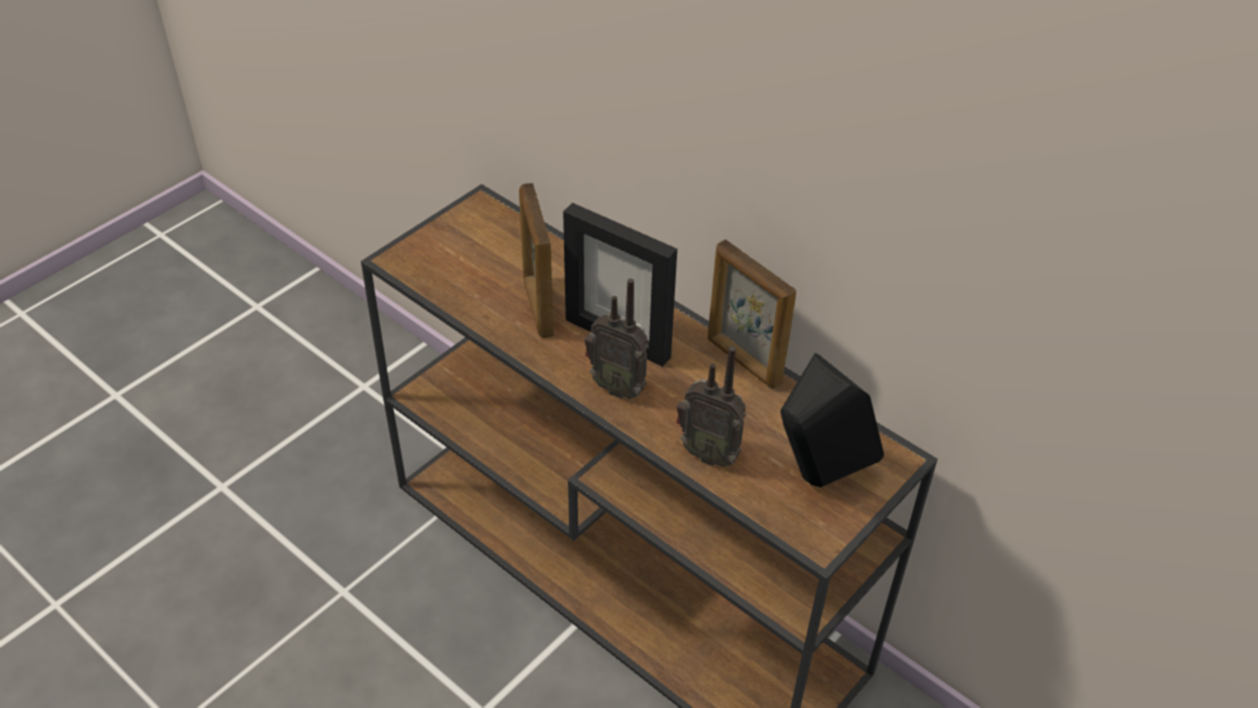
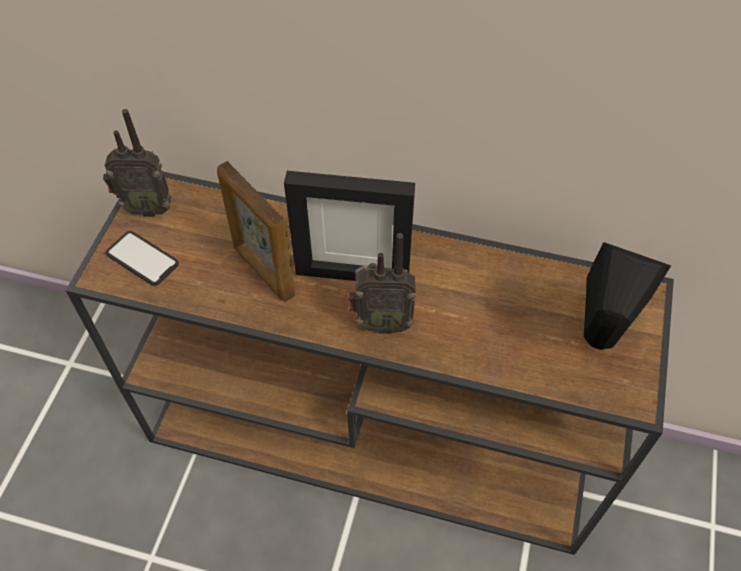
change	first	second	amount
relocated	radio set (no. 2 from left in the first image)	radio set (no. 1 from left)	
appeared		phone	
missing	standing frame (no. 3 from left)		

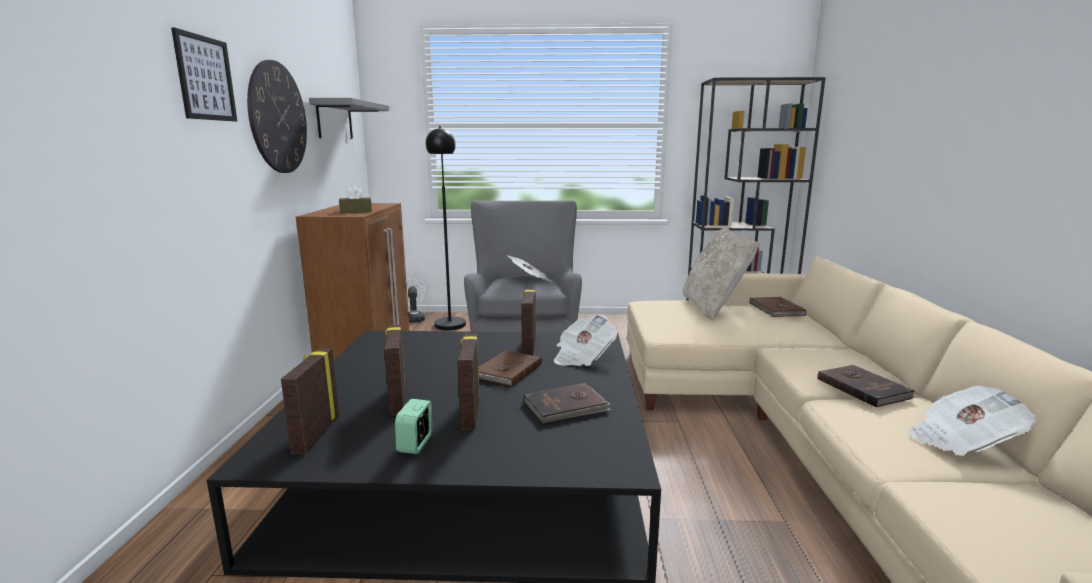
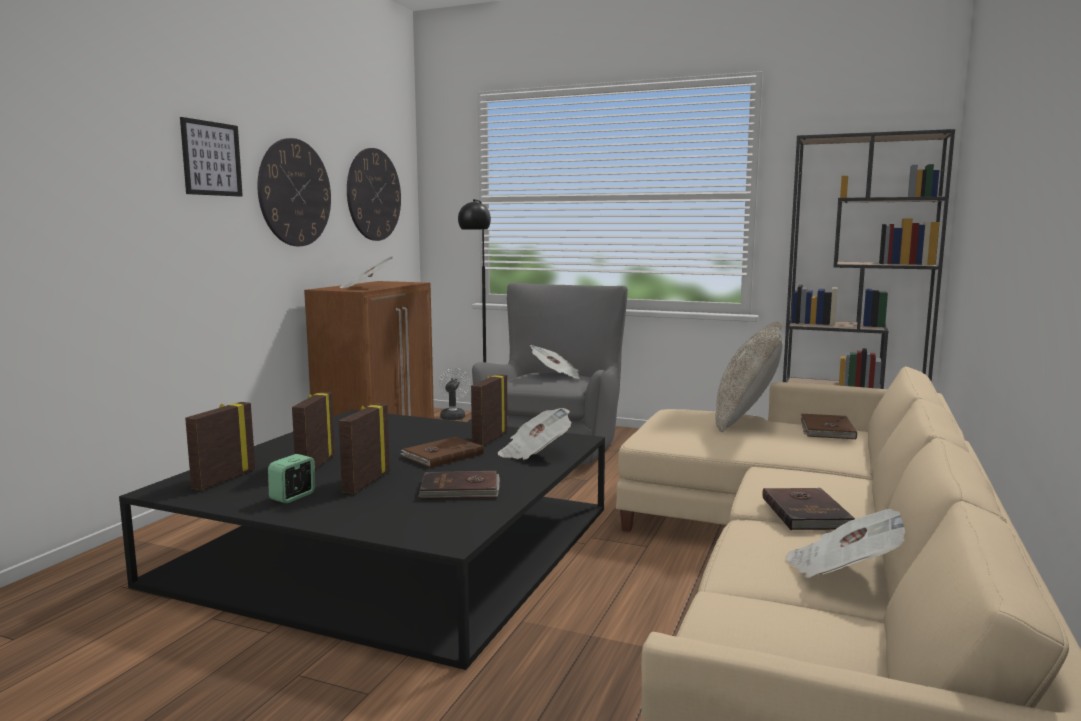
change	first	second	amount
exchanged	brown tissue holder	newspaper (no. 1 from left)	
exchanged	gray wall shelf	hanging clock (no. 2 from left)	

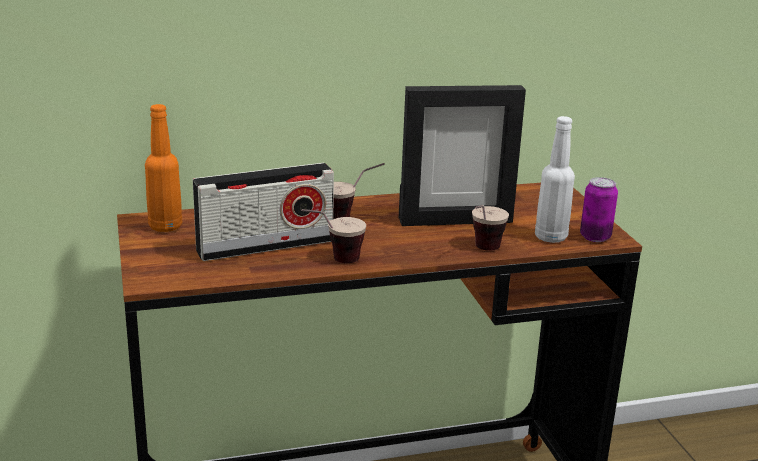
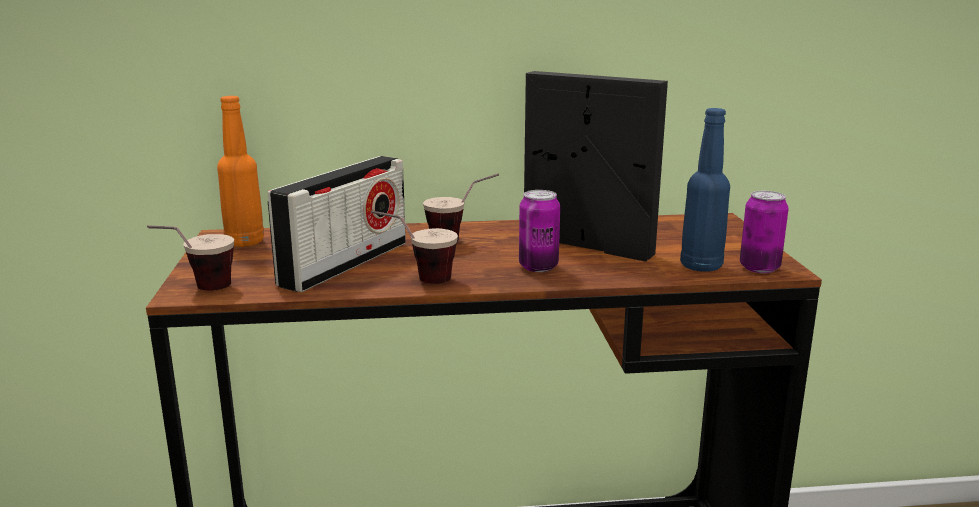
change	first	second	amount
relocated	drinking cup (no. 3 from left in the first image)	drinking cup (no. 1 from left)	
spun	radio set		45 degrees counterclockwise
appeared		metal can (no. 1 from left)	
spun	standing frame		150 degrees counterclockwise
colour	whitish drink bottle	bluish drink bottle	

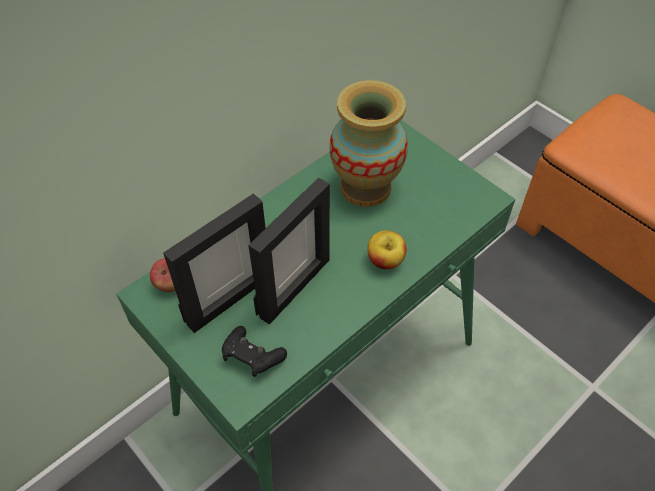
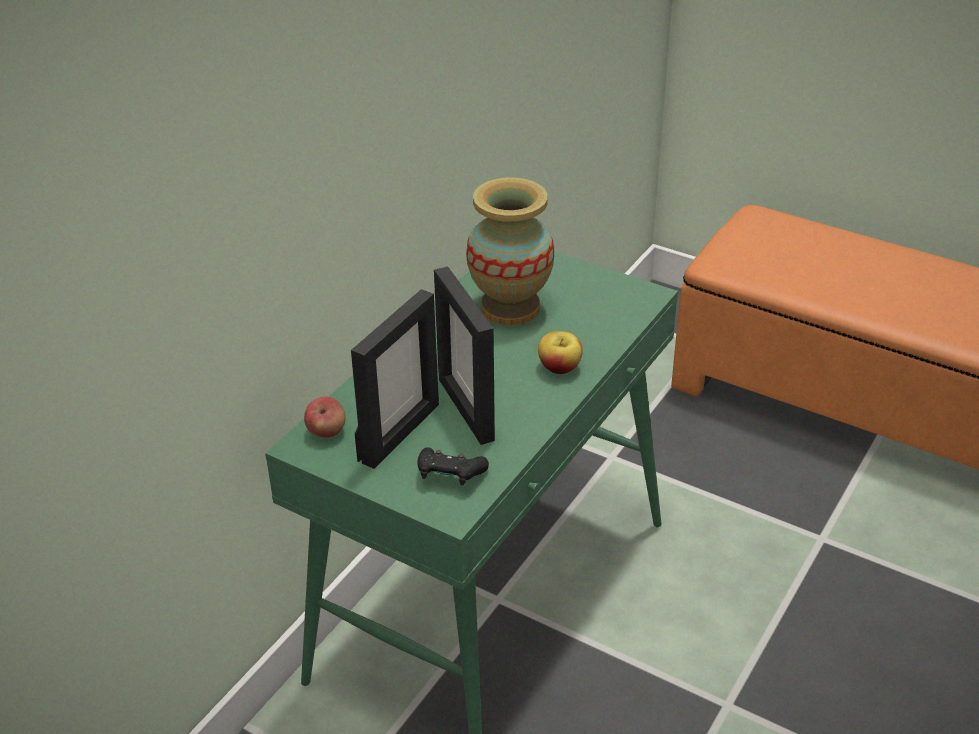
change	first	second	amount
spun	standing frame (no. 2 from left)		135 degrees clockwise

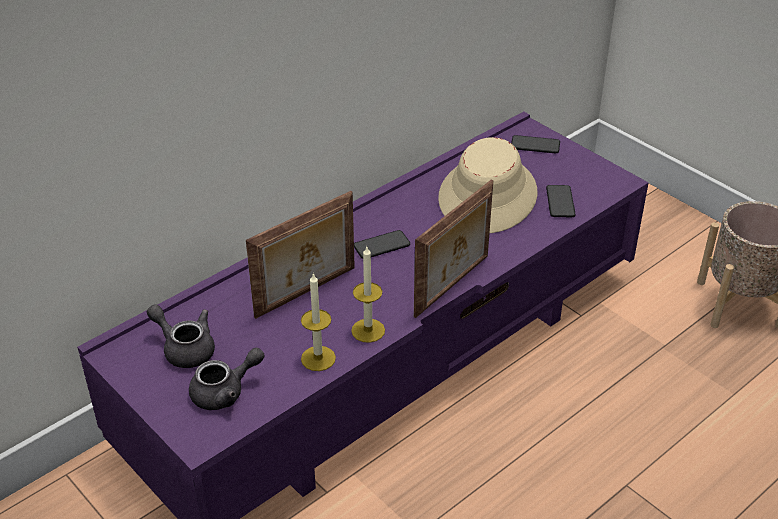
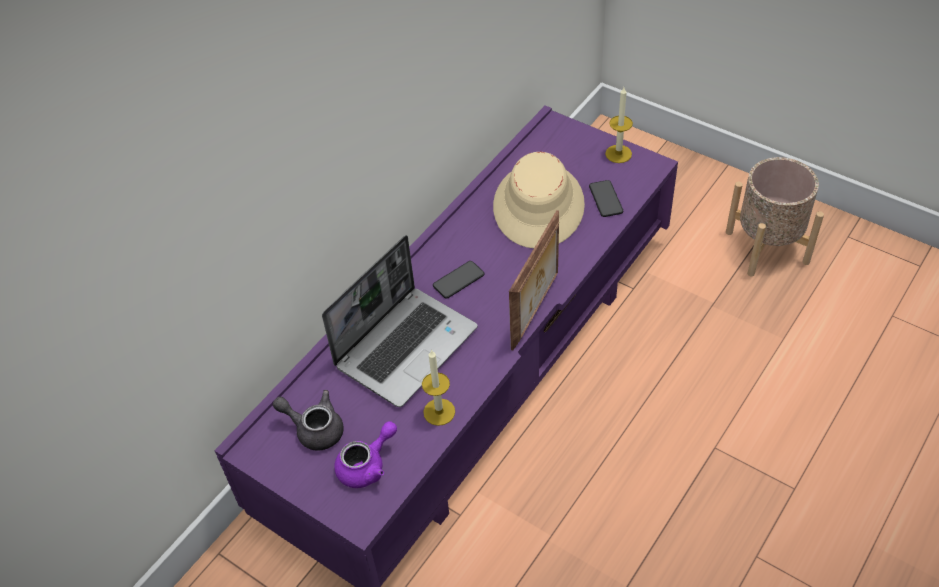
change	first	second	amount
exchanged	standing frame (no. 1 from left)	laptop	
colour	gray pot for tea (no. 2 from left)	purple-coloured pot for tea	
relocated	wax candle (no. 2 from left)		
missing	phone (no. 2 from left)		

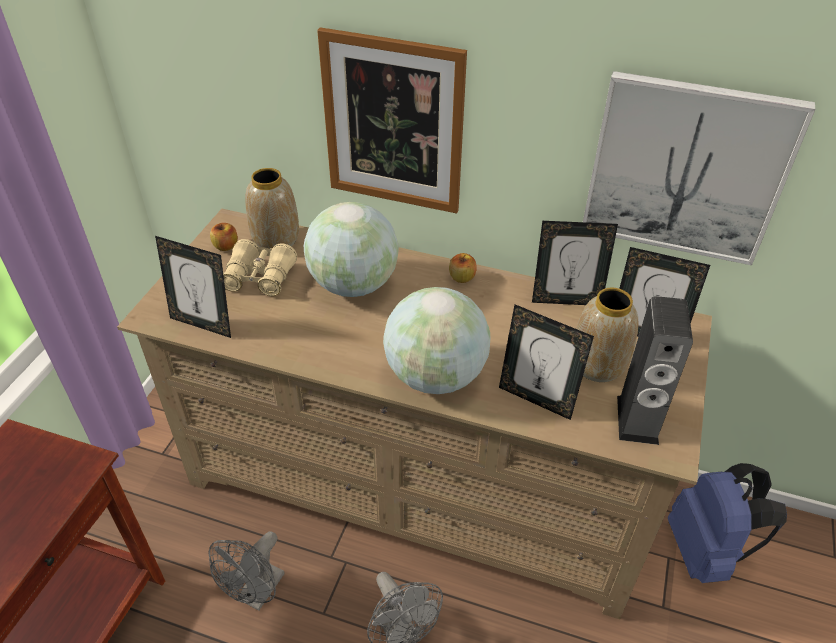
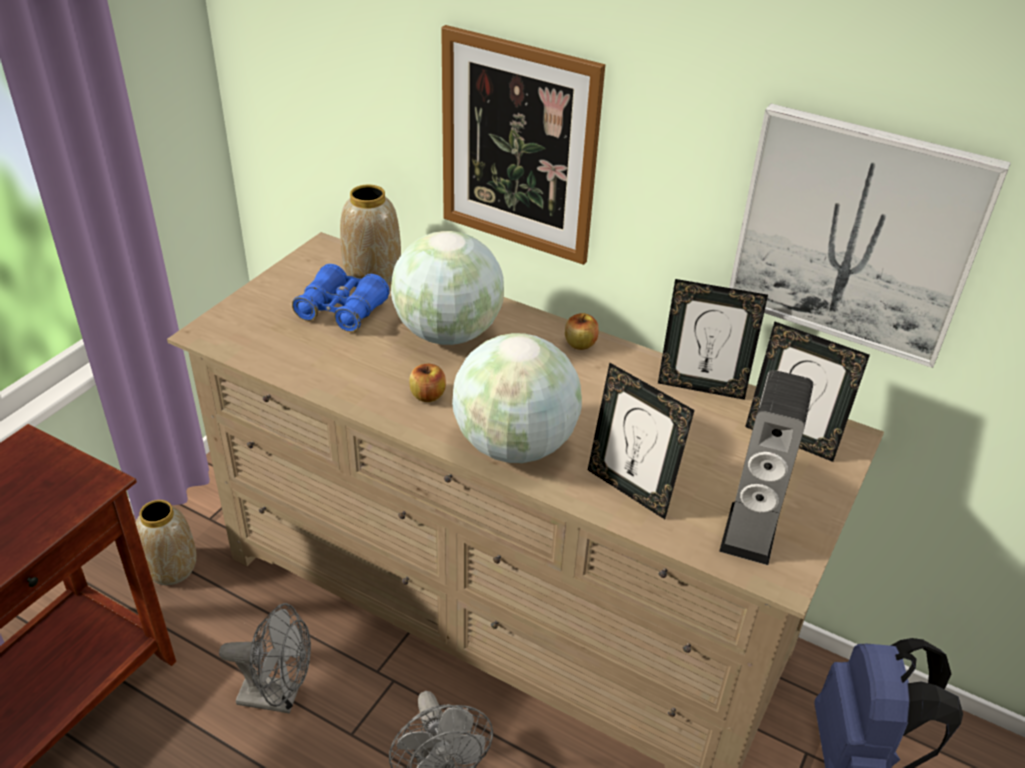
change	first	second	amount
relocated	vase (no. 2 from left in the first image)	vase (no. 1 from left)	
spun	gray cooling fan (no. 1 from left)		120 degrees counterclockwise
colour	beige-coloured field glasses	bluish field glasses	
relocated	apple (no. 1 from left)		
missing	standing frame (no. 1 from left)		

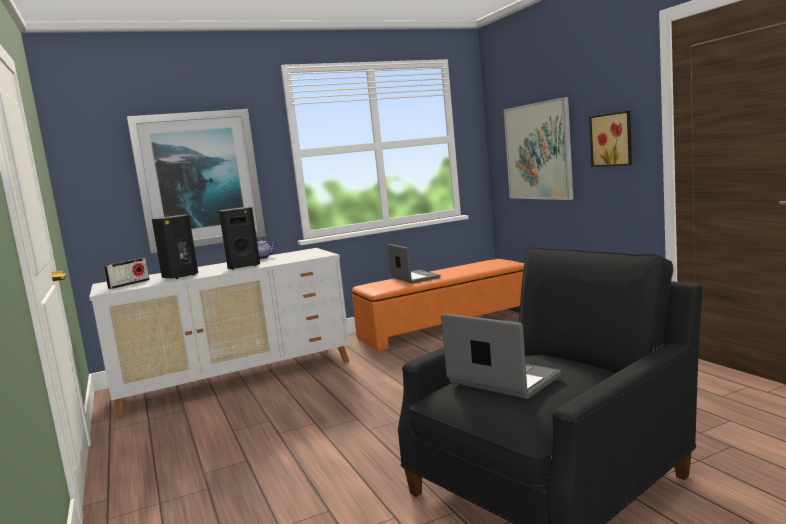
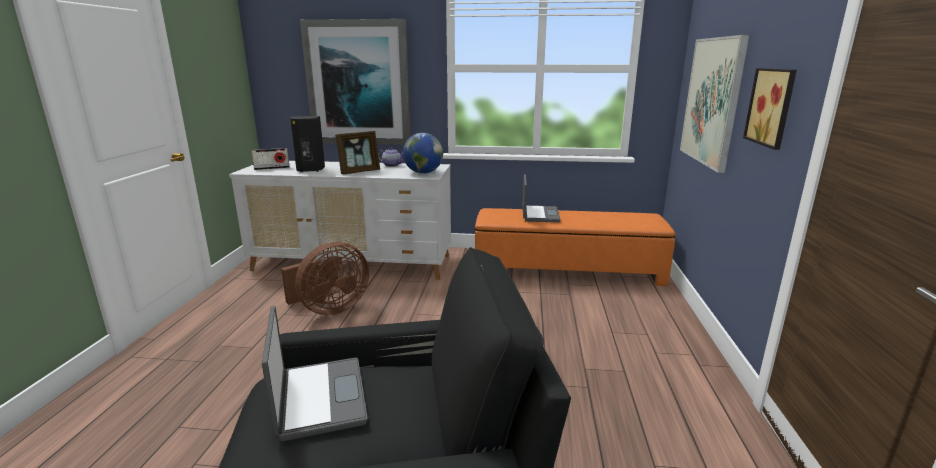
change	first	second	amount
appeared		brown cooling fan	
exchanged	black-coloured loudspeaker (no. 2 from left)	standing frame	
appeared		world globe	

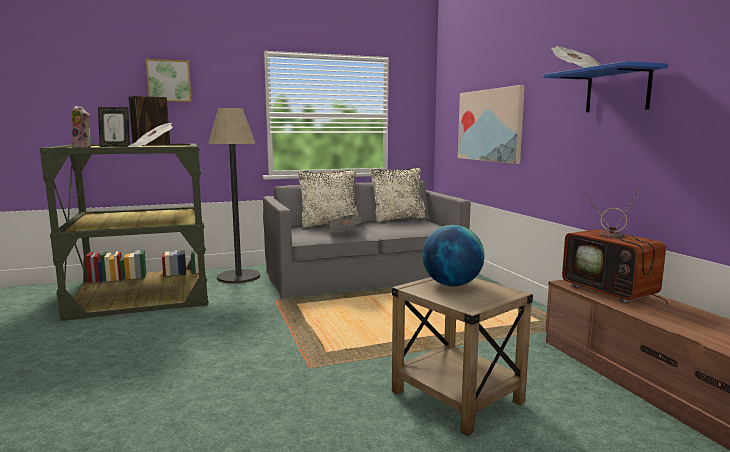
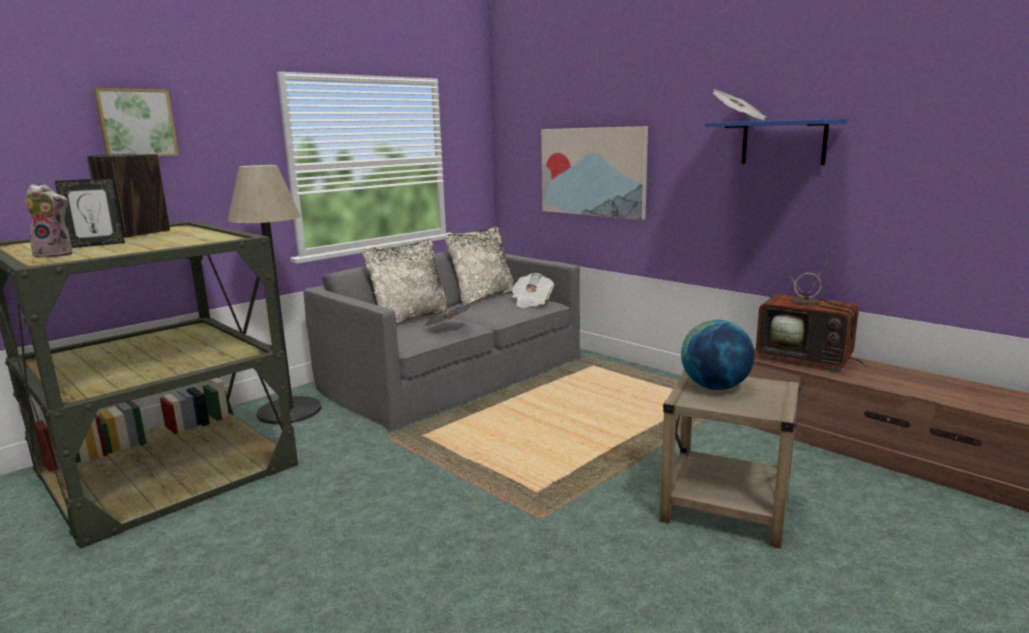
change	first	second	amount
relocated	newspaper (no. 1 from left in the first image)	newspaper (no. 2 from left)	

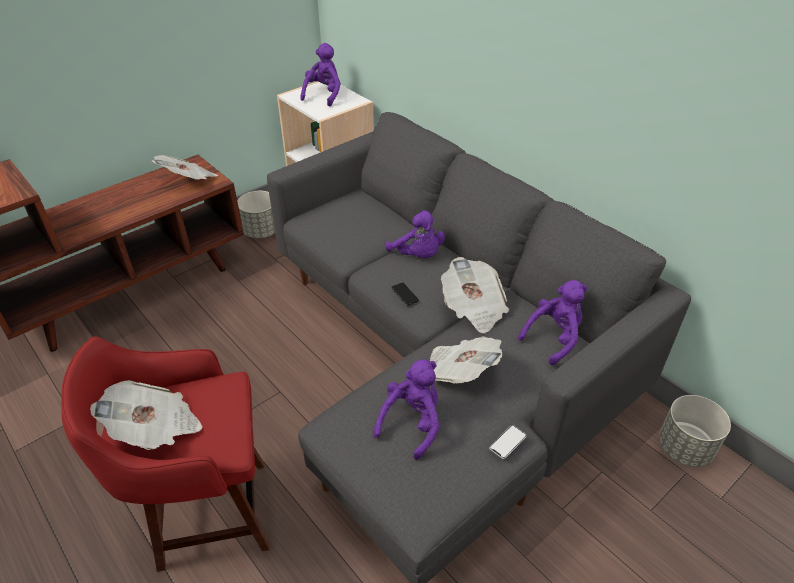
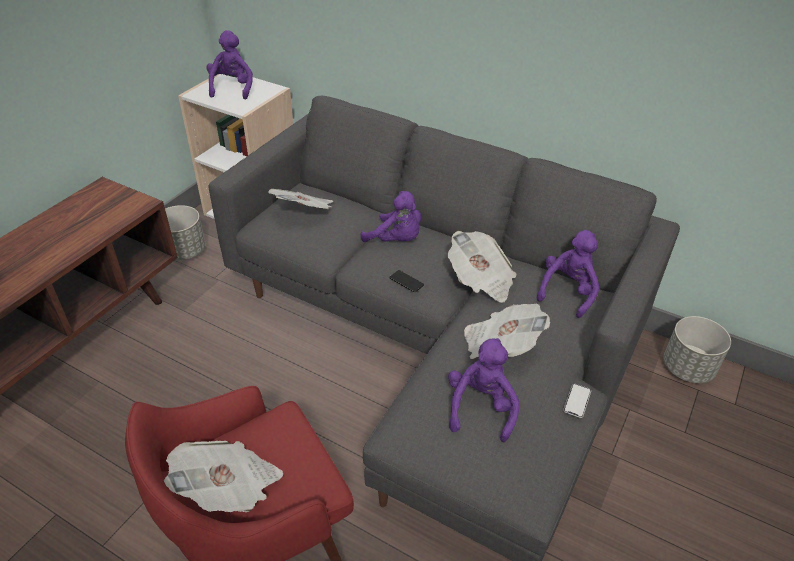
change	first	second	amount
relocated	newspaper (no. 2 from left)		

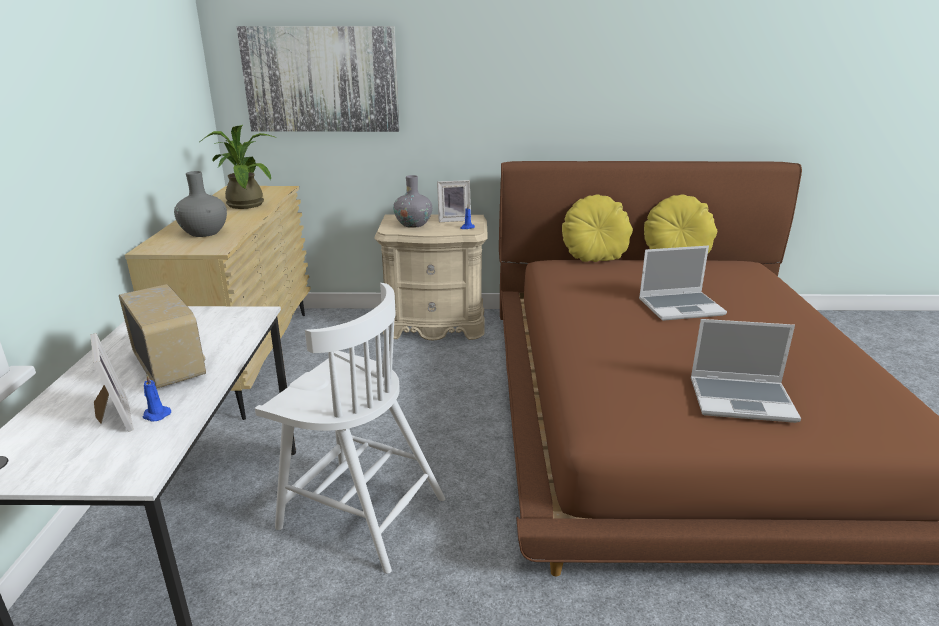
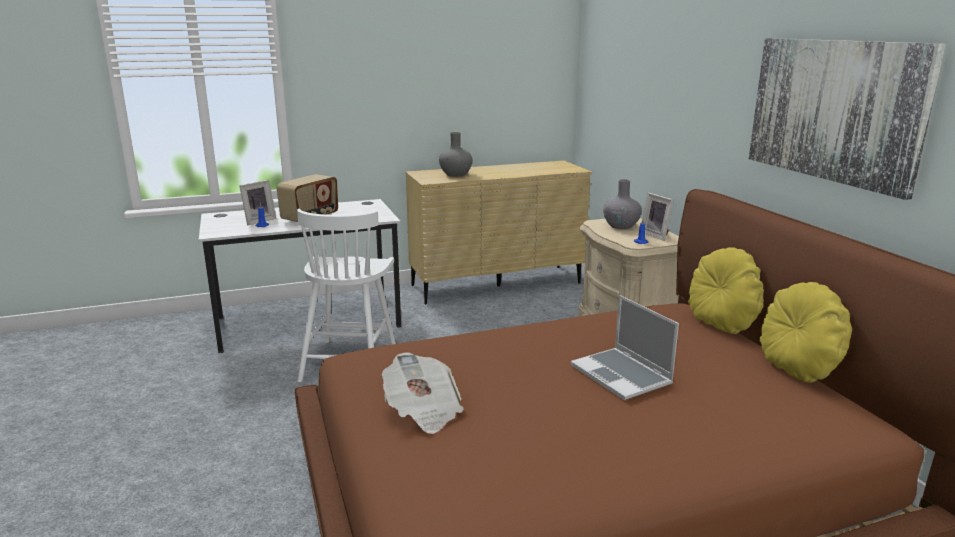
change	first	second	amount
exchanged	laptop (no. 2 from left)	newspaper	
relocated	wall picture		
missing	houseplant		

